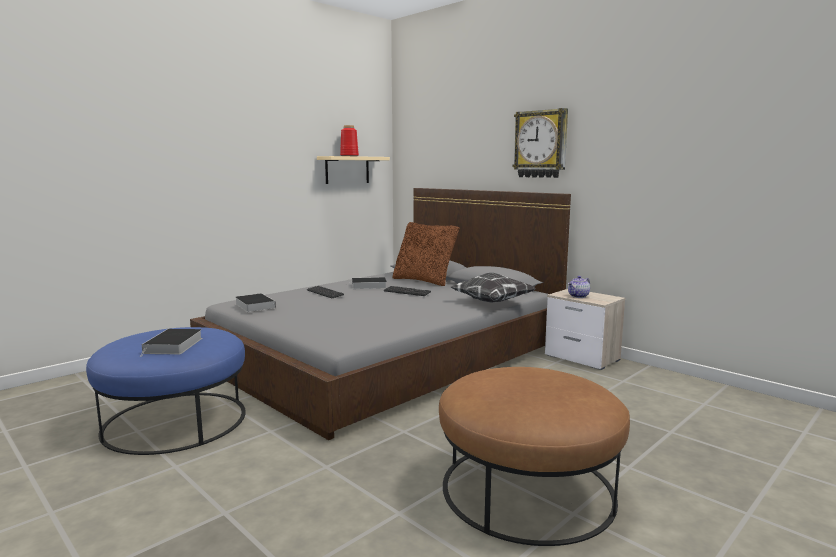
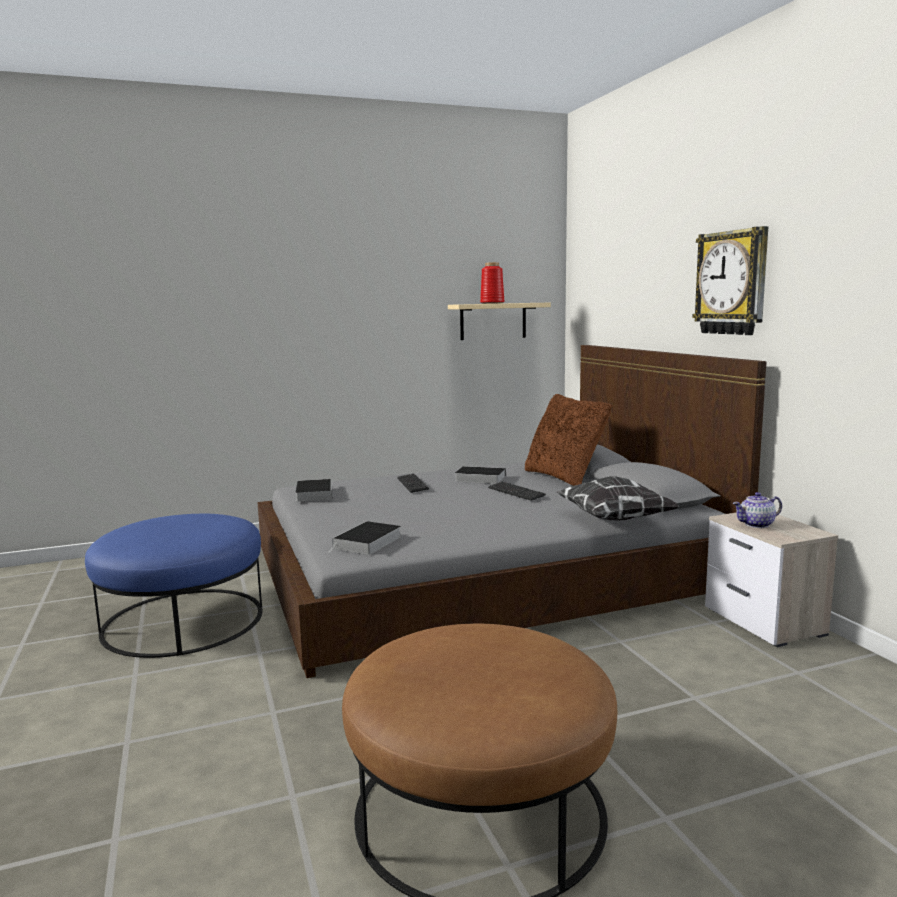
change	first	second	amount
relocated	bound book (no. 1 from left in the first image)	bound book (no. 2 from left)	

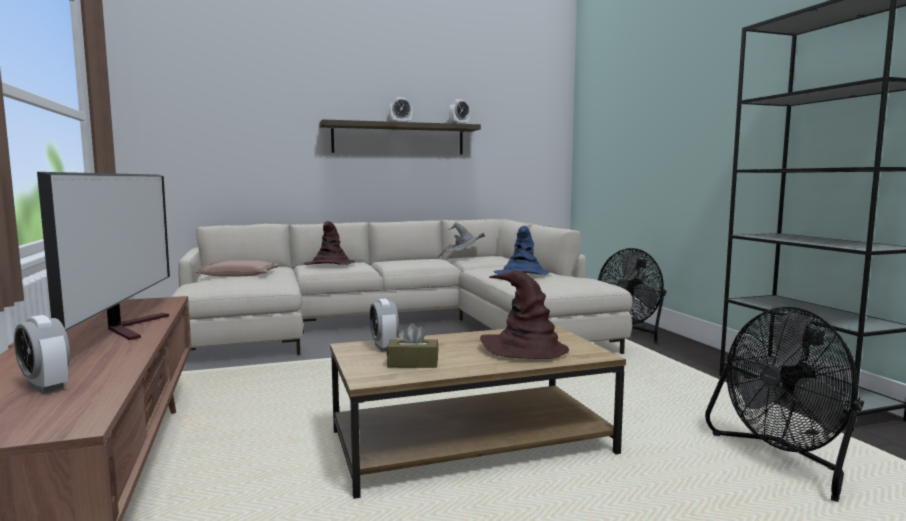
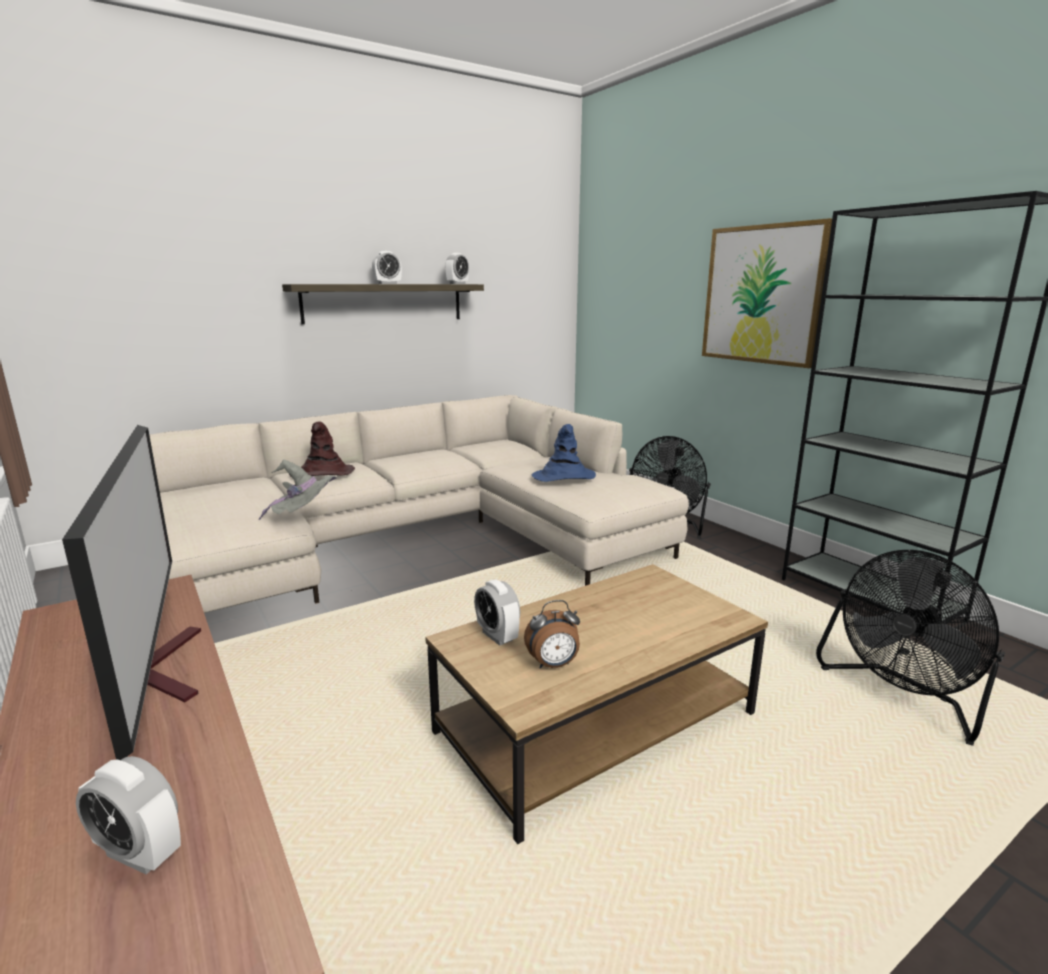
change	first	second	amount
relocated	gray hat		
exchanged	brown tissue holder	table clock (no. 5 from left)	
appeared		wall picture	
missing	beige-coloured throw pillow		
missing	brown hat (no. 2 from left)		

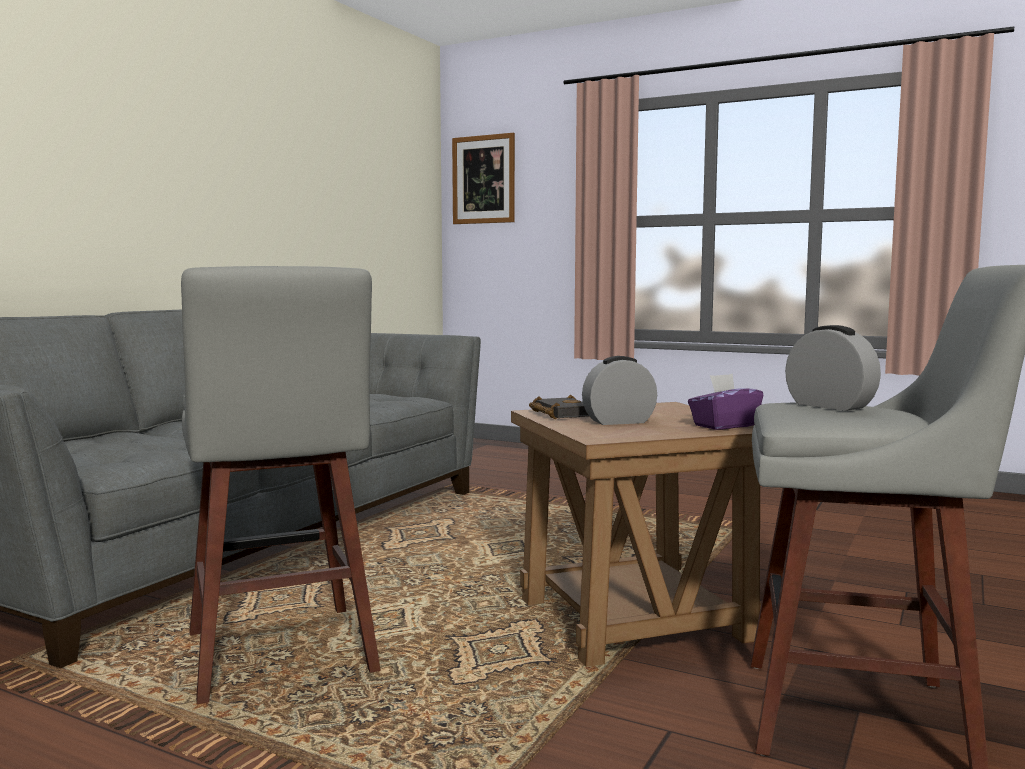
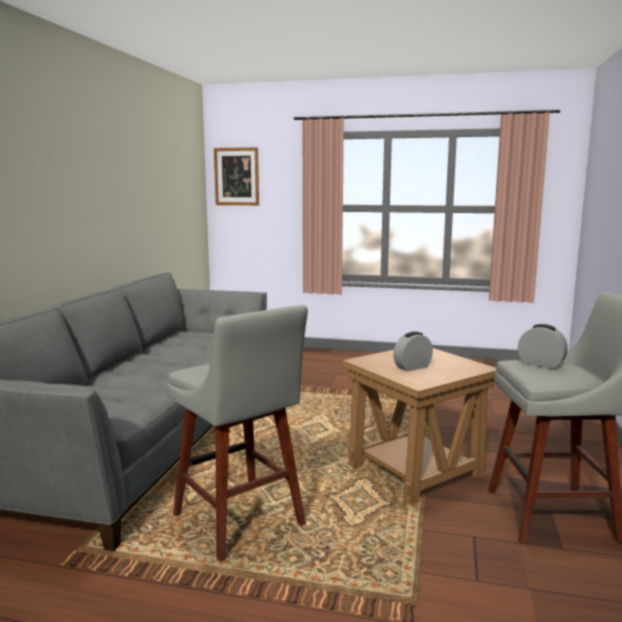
change	first	second	amount
missing	black-coloured bound book		
missing	purple-coloured tissue holder		

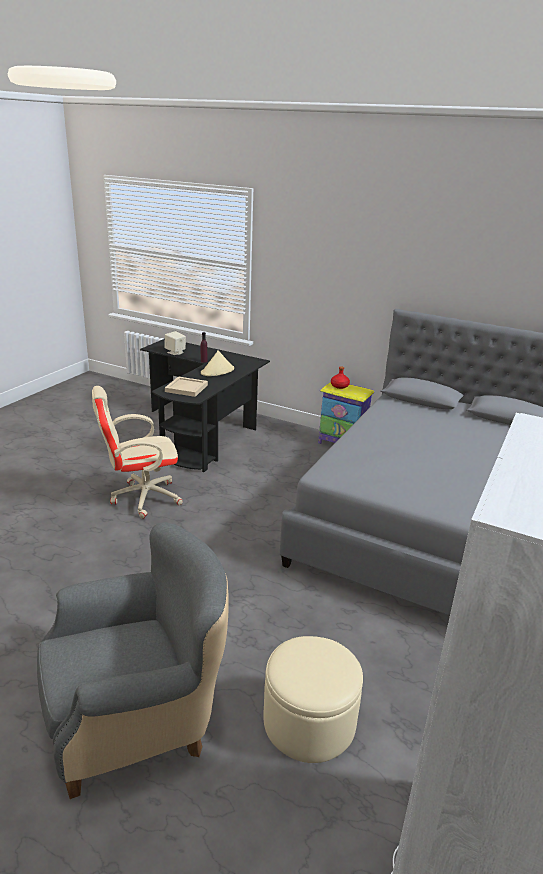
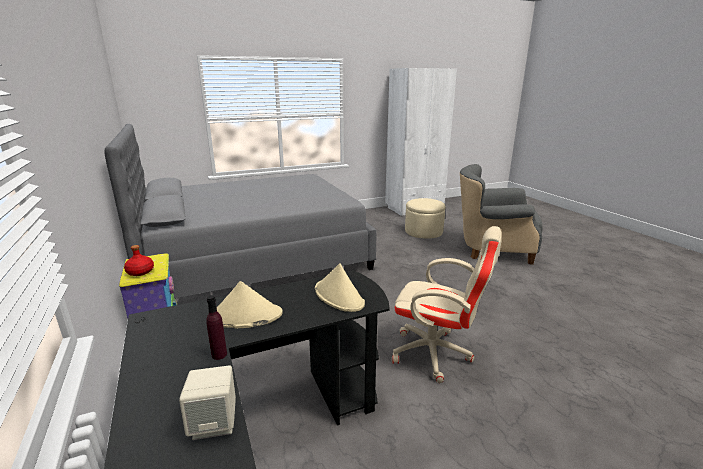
change	first	second	amount
exchanged	beige-coloured serving tray	beige-coloured hat (no. 2 from left)	

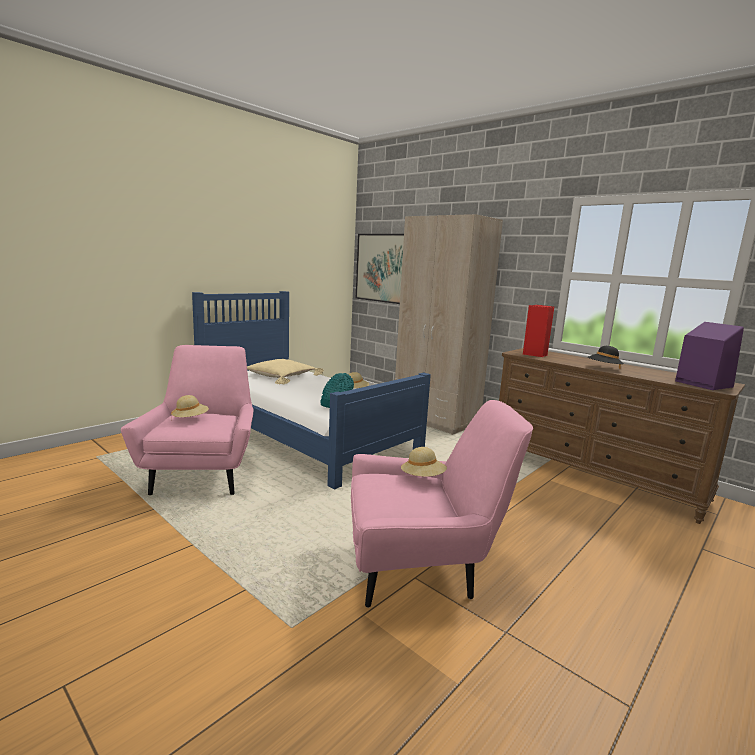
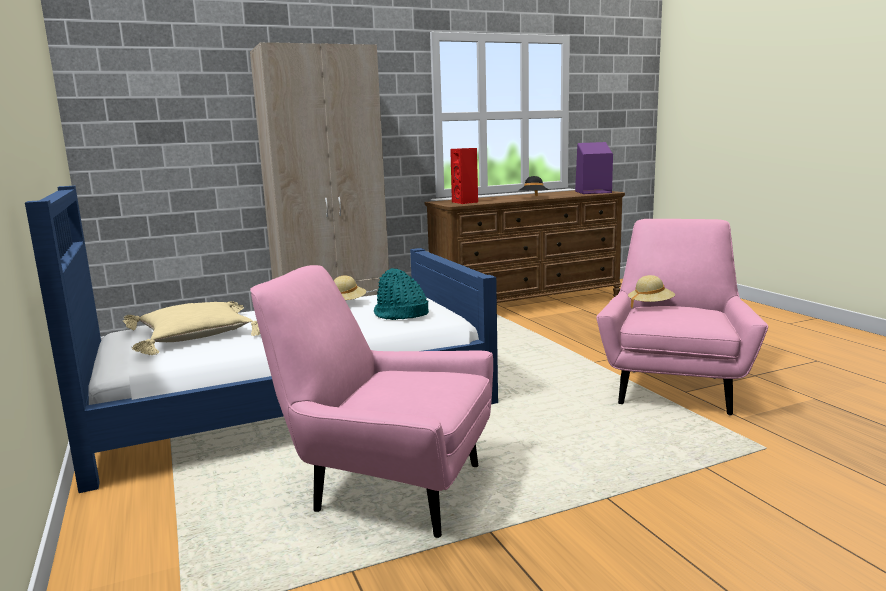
change	first	second	amount
missing	beige-coloured hat (no. 1 from left)		
missing	wall picture		

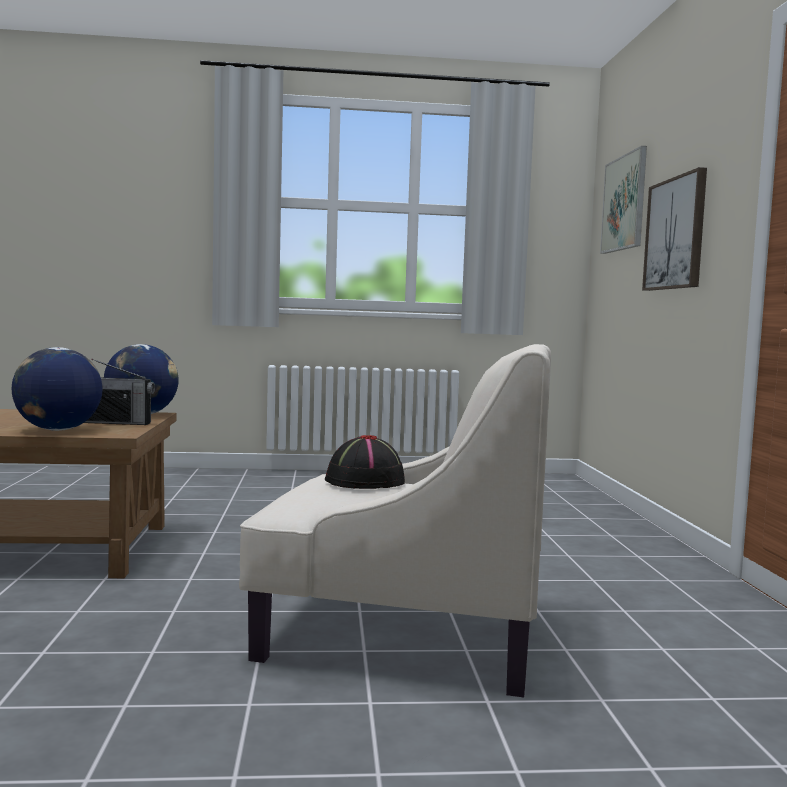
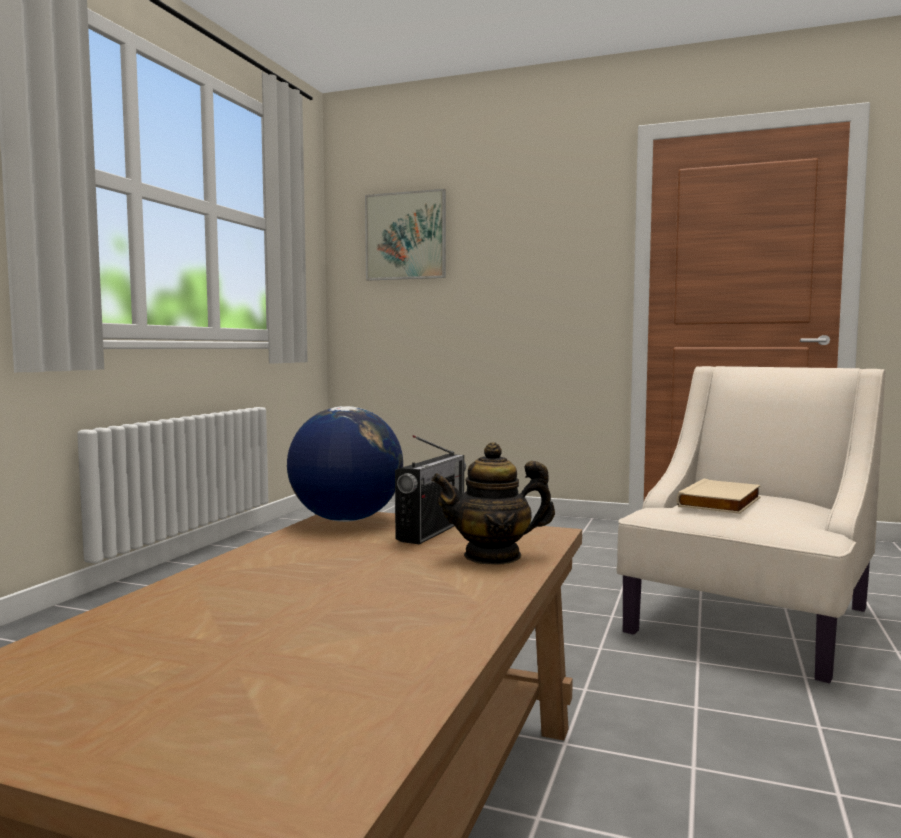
change	first	second	amount
exchanged	world globe (no. 1 from left)	pot for tea	
exchanged	black-coloured hat	beige-coloured bound book	
missing	wall picture (no. 2 from left)		

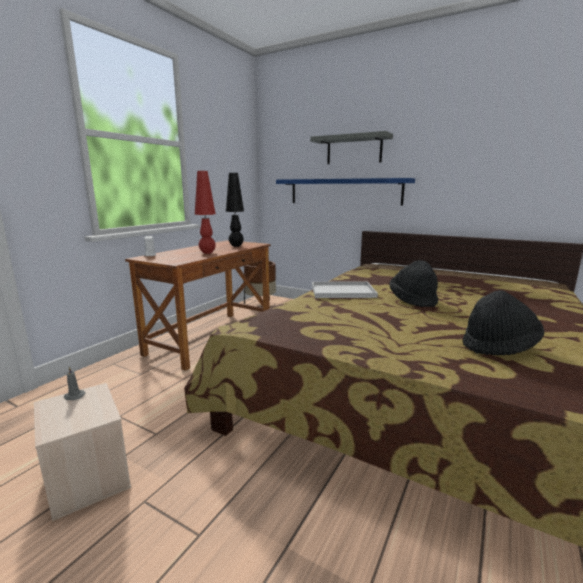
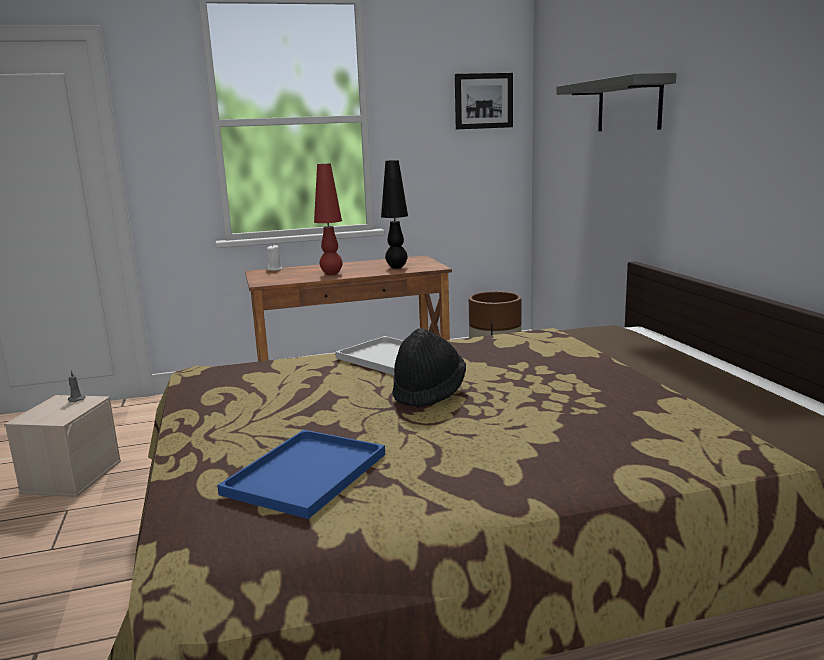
change	first	second	amount
exchanged	black-coloured hat (no. 2 from left)	bluish serving tray	
appeared		wall picture	
missing	bluish wall shelf		

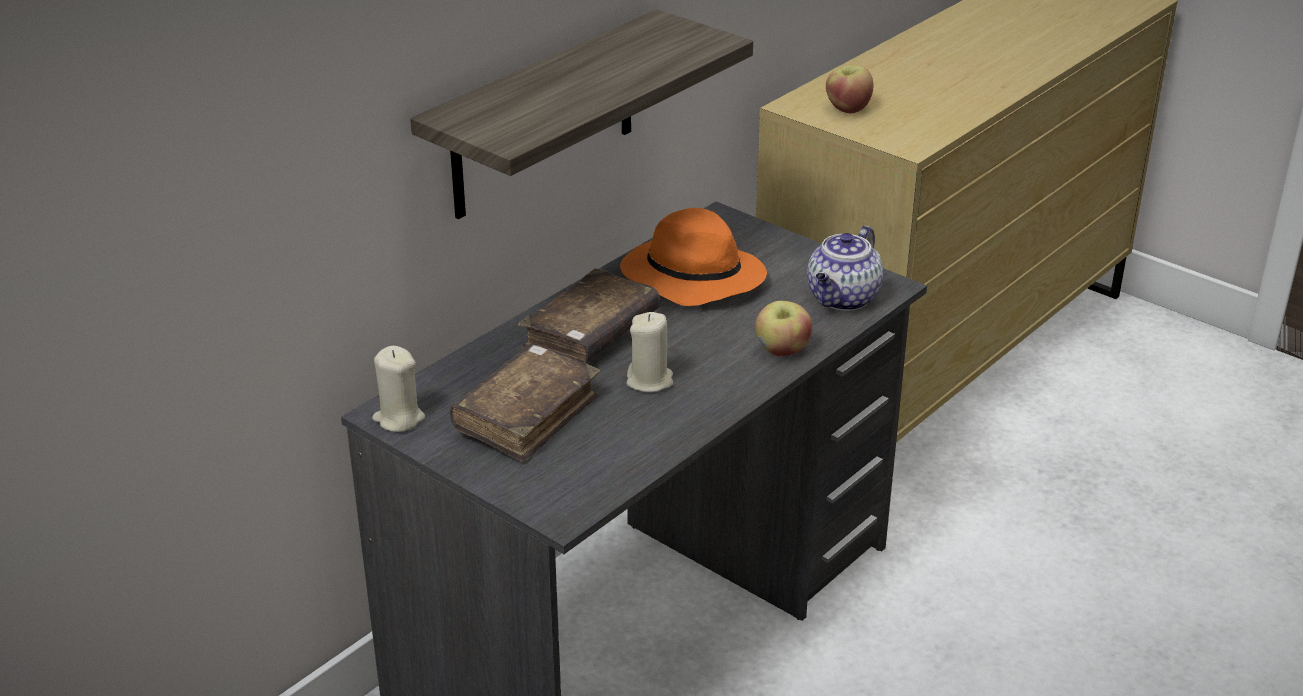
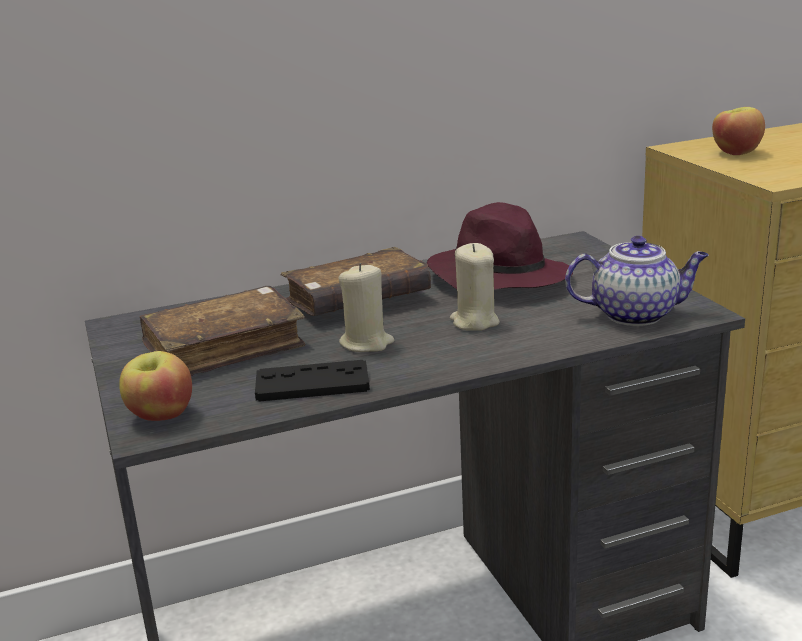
change	first	second	amount
relocated	apple (no. 1 from left)		
appeared		black-coloured joypad	
colour	orange hat	purple-coloured hat	
relocated	beige-coloured wax candle (no. 1 from left in the first image)	beige-coloured wax candle (no. 2 from left)	
spun	pot for tea		150 degrees counterclockwise
missing	wall shelf		

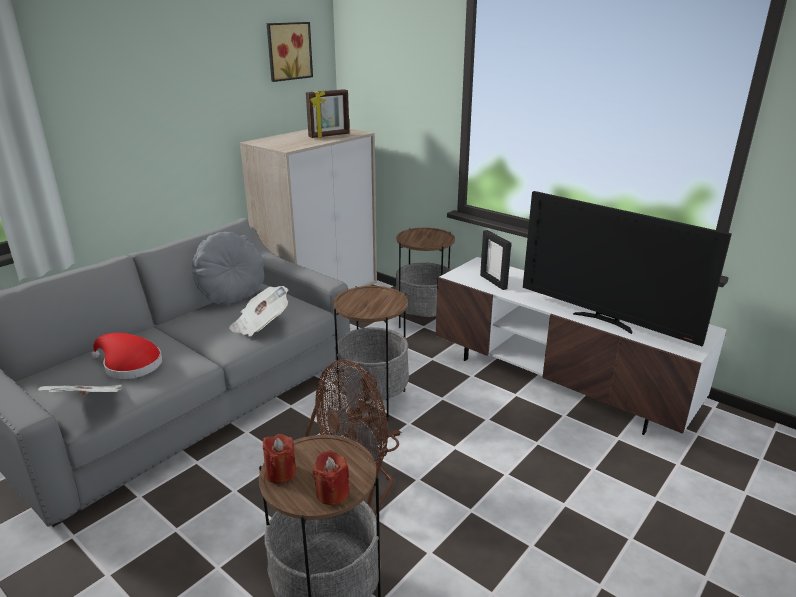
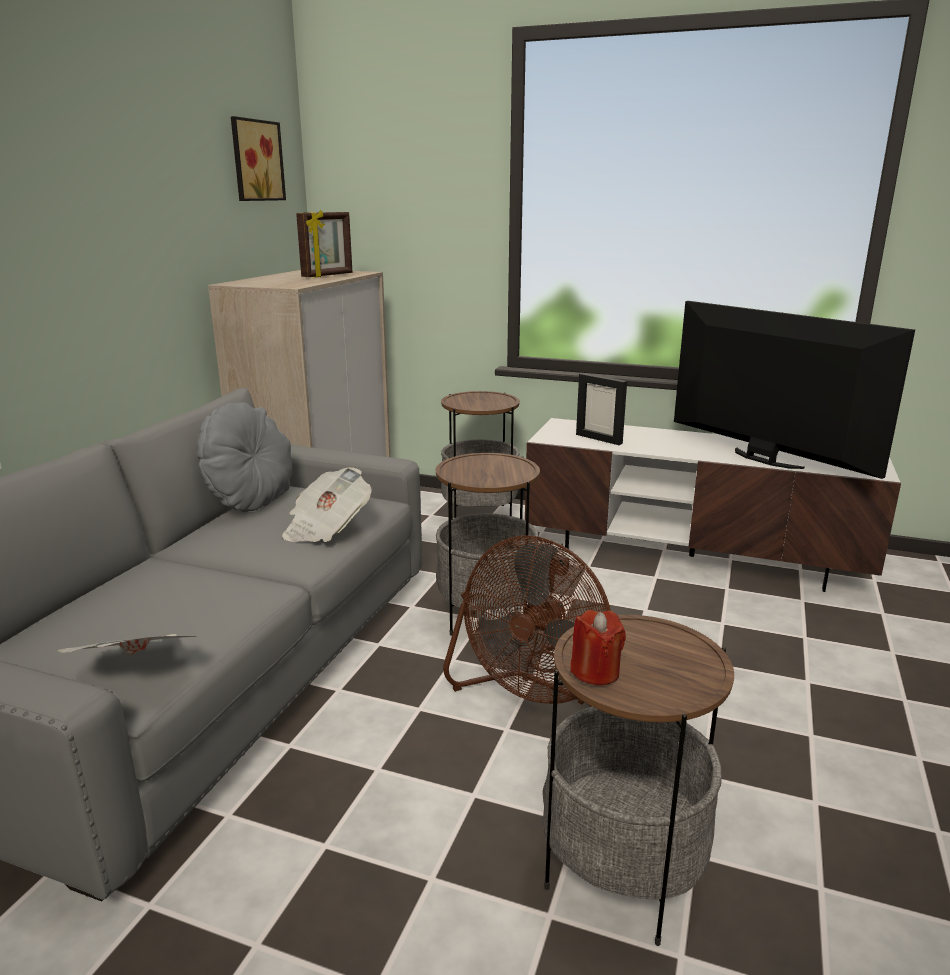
change	first	second	amount
spun	TV		150 degrees counterclockwise
missing	reddish hat		
missing	reddish wax candle (no. 2 from left)		

